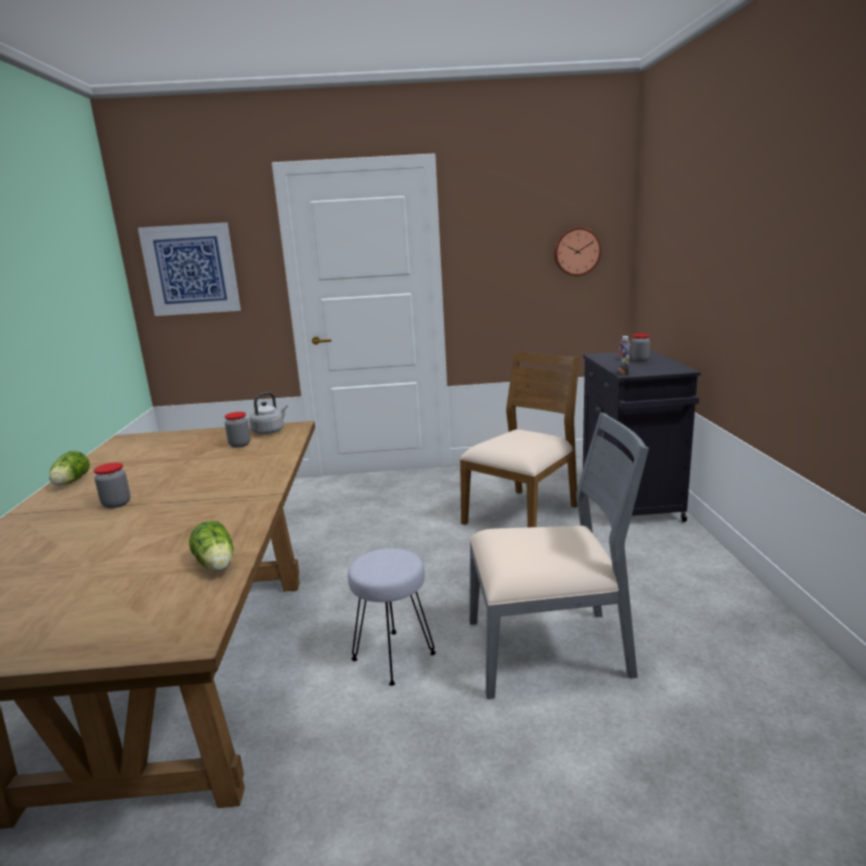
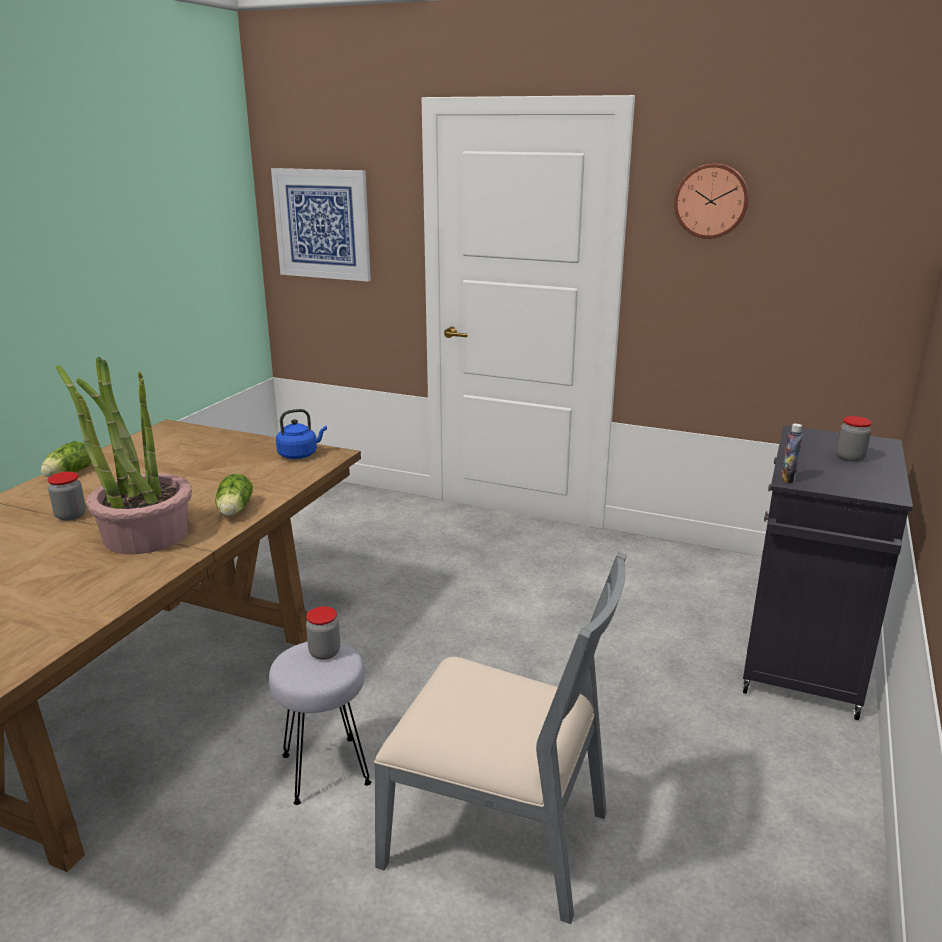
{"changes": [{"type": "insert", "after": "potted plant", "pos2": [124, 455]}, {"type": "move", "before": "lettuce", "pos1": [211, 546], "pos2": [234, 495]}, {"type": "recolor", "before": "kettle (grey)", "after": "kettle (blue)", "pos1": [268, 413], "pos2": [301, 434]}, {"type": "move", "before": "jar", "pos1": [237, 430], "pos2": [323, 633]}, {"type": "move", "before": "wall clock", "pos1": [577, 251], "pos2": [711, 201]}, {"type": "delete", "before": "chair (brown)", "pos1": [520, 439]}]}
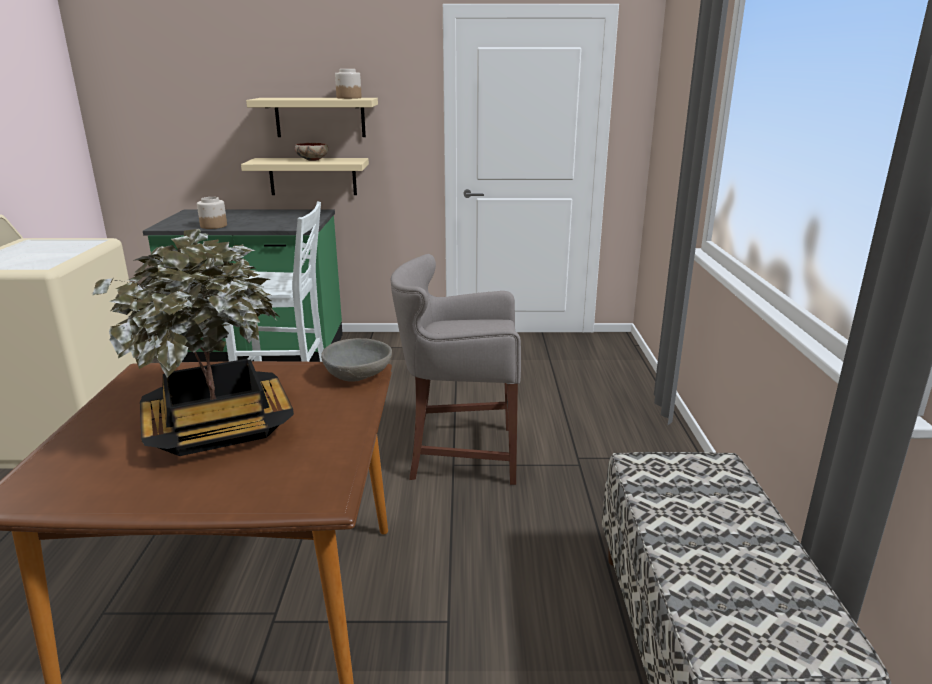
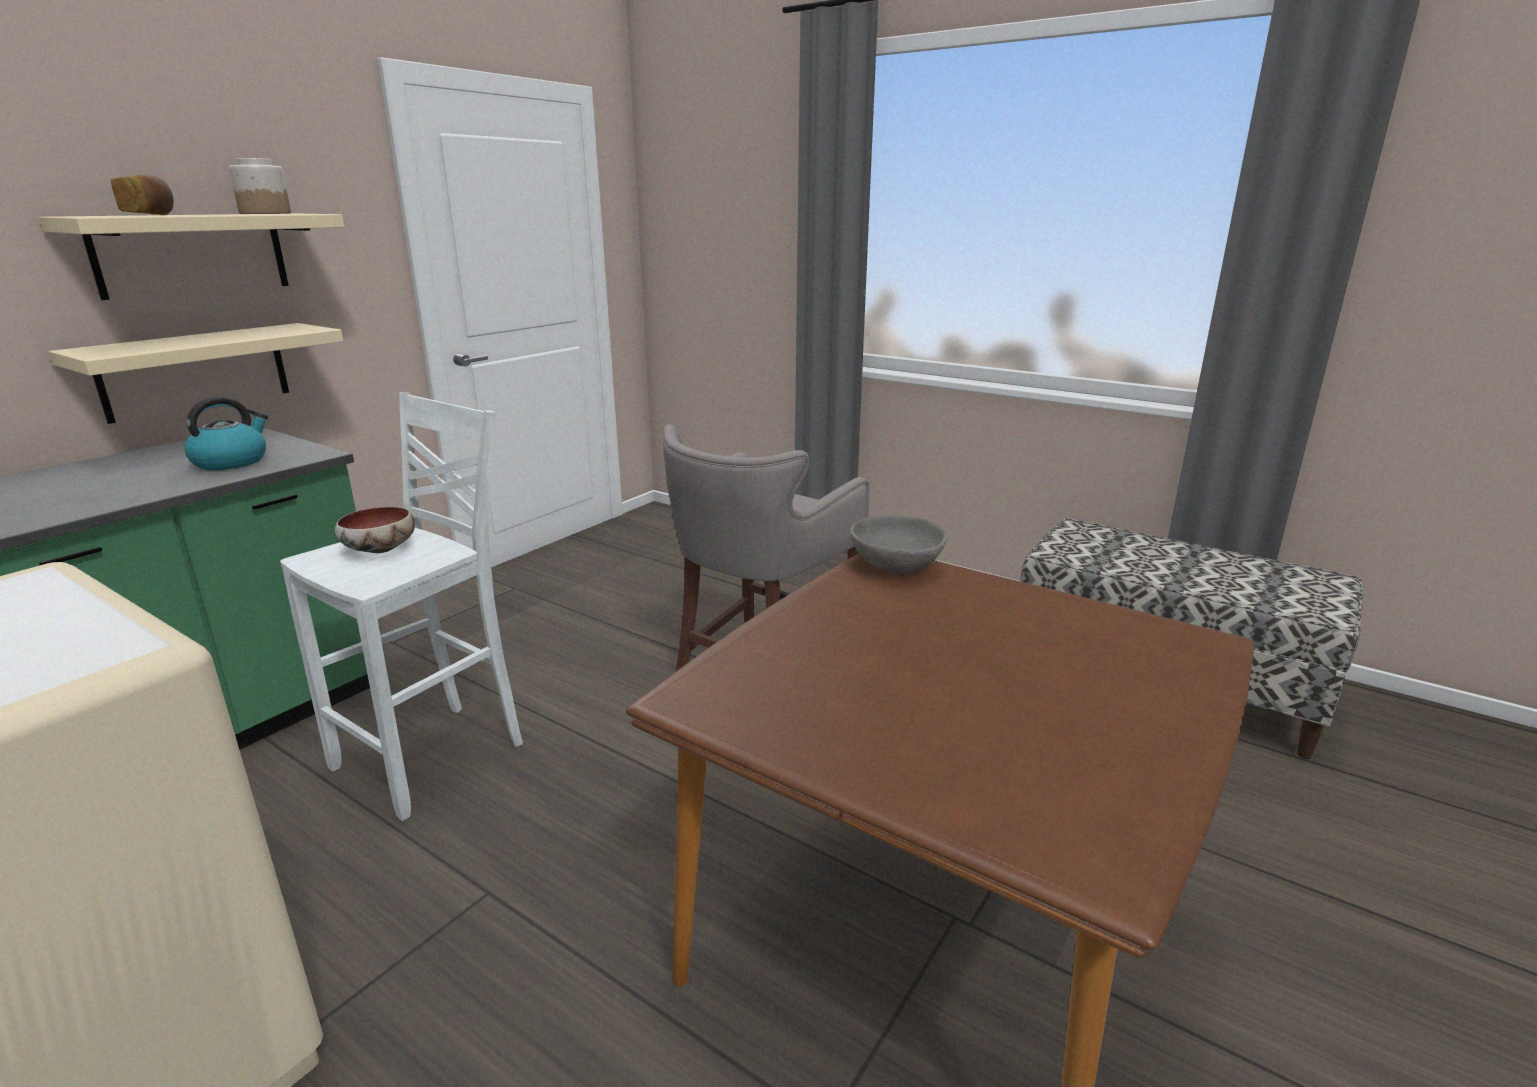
{"changes": [{"type": "insert", "after": "bread", "pos2": [142, 195]}, {"type": "insert", "after": "kettle", "pos2": [226, 433]}, {"type": "move", "before": "bowl", "pos1": [311, 152], "pos2": [375, 530]}, {"type": "delete", "before": "potted plant", "pos1": [193, 342]}, {"type": "delete", "before": "jar", "pos1": [212, 213]}]}
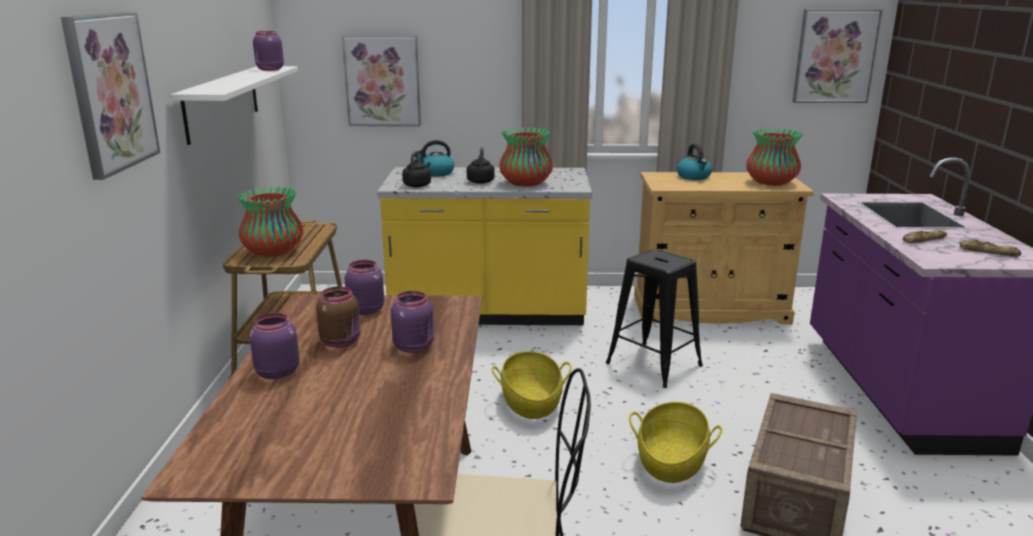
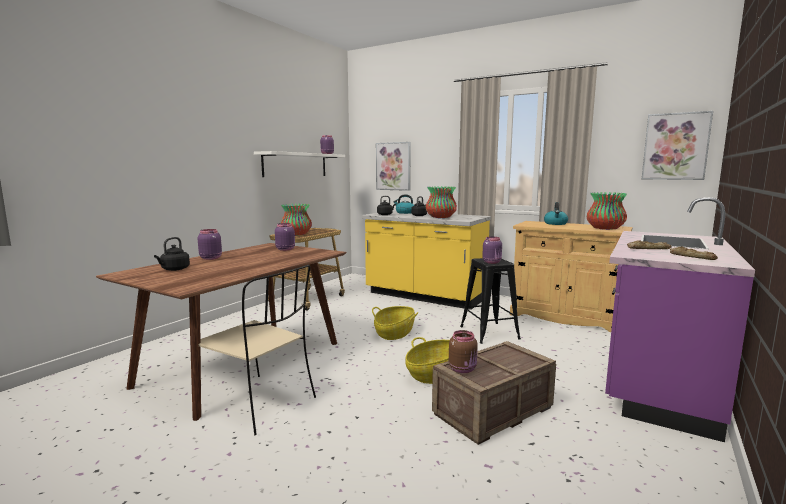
{"changes": [{"type": "insert", "after": "kettle (black)", "pos2": [172, 254]}, {"type": "move", "before": "jar (brown)", "pos1": [338, 317], "pos2": [463, 351]}, {"type": "move", "before": "jar (purple)", "pos1": [412, 322], "pos2": [492, 250]}, {"type": "delete", "before": "picture", "pos1": [110, 96]}]}
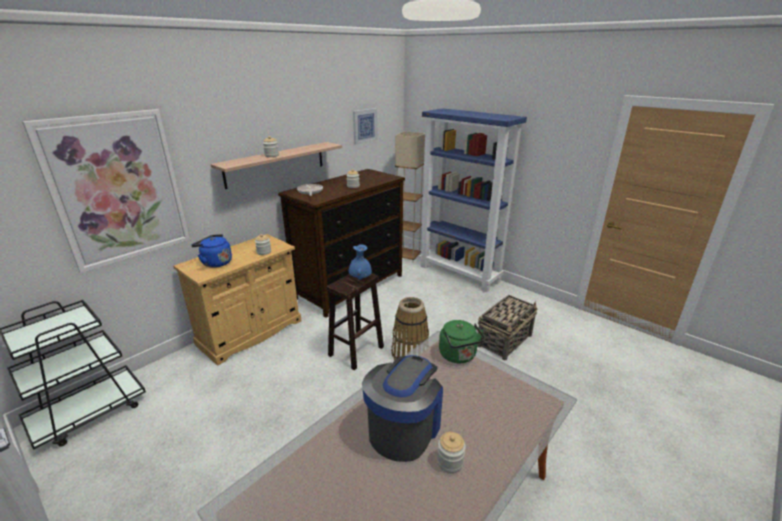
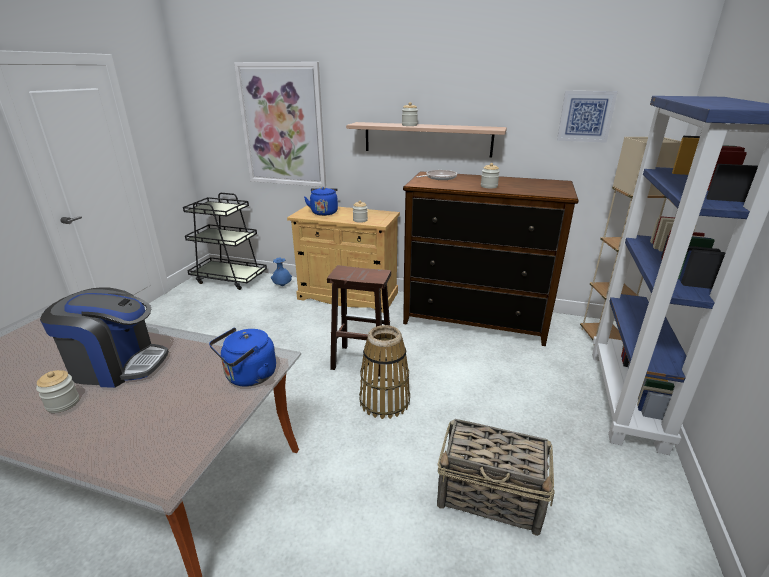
{"changes": [{"type": "recolor", "before": "kettle (green)", "after": "kettle (blue)", "pos1": [462, 341], "pos2": [242, 357]}, {"type": "move", "before": "vase (blue)", "pos1": [360, 262], "pos2": [281, 271]}]}
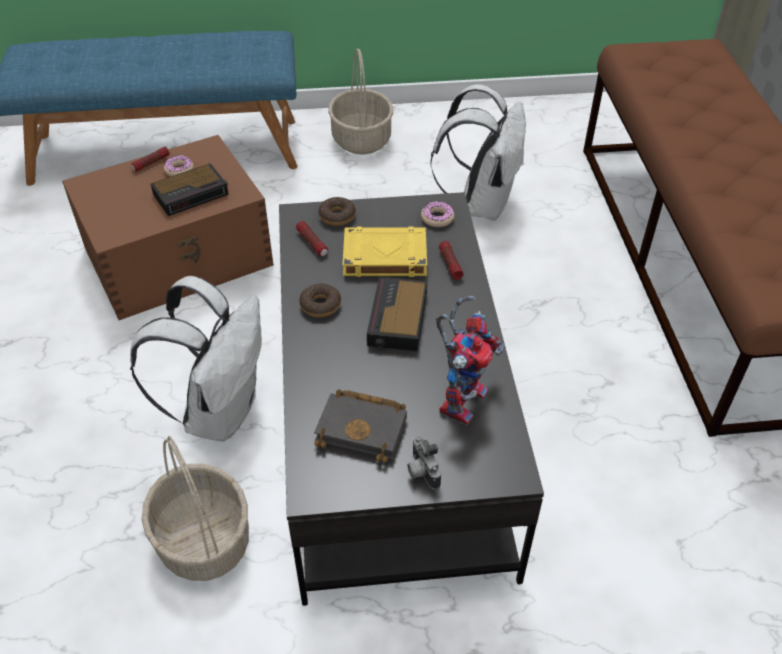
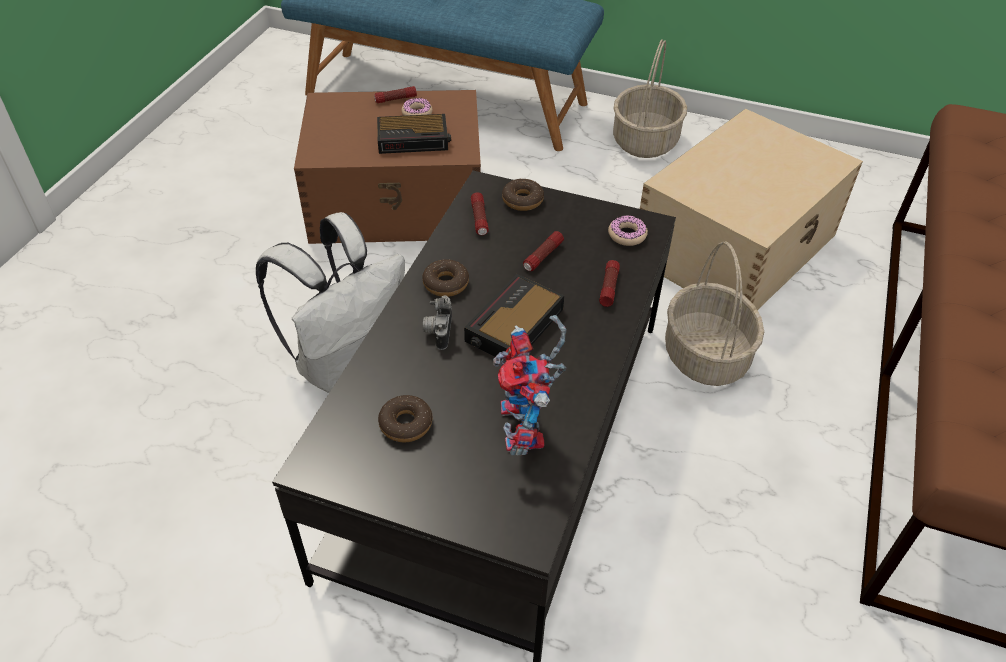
{"changes": [{"type": "replace", "before": "book (black)", "after": "donut", "pos1": [360, 426], "pos2": [405, 418]}, {"type": "move", "before": "photo camera", "pos1": [424, 462], "pos2": [437, 322]}, {"type": "rotate", "before": "toy robot", "pos1": [470, 360], "pos2": [530, 385], "turn": 120}, {"type": "replace", "before": "book (yellow)", "after": "flashlight", "pos1": [385, 252], "pos2": [543, 251]}, {"type": "replace", "before": "backpack (white)", "after": "storage box (beige)", "pos1": [478, 152], "pos2": [751, 209]}, {"type": "move", "before": "basket", "pos1": [195, 508], "pos2": [714, 313]}]}
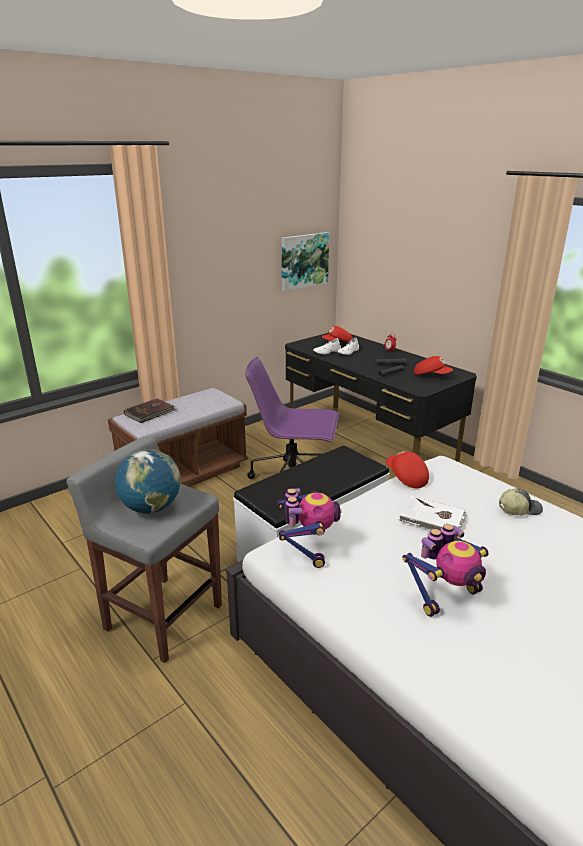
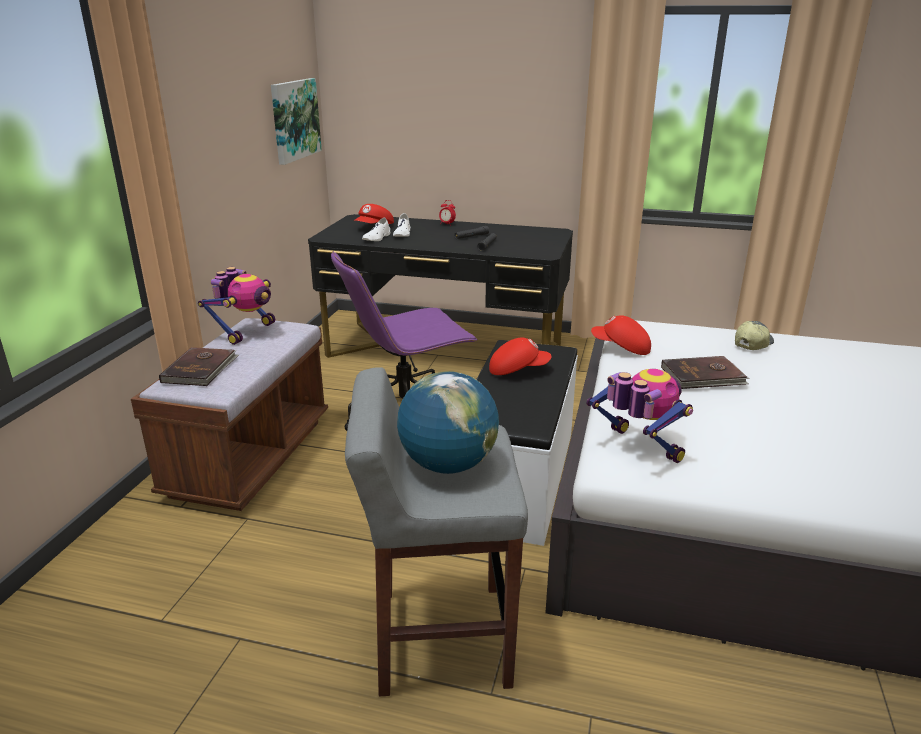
{"changes": [{"type": "move", "before": "toy robot", "pos1": [445, 570], "pos2": [236, 306]}, {"type": "move", "before": "cap (red)", "pos1": [433, 365], "pos2": [520, 356]}, {"type": "recolor", "before": "book (white)", "after": "book (brown)", "pos1": [432, 512], "pos2": [705, 372]}]}
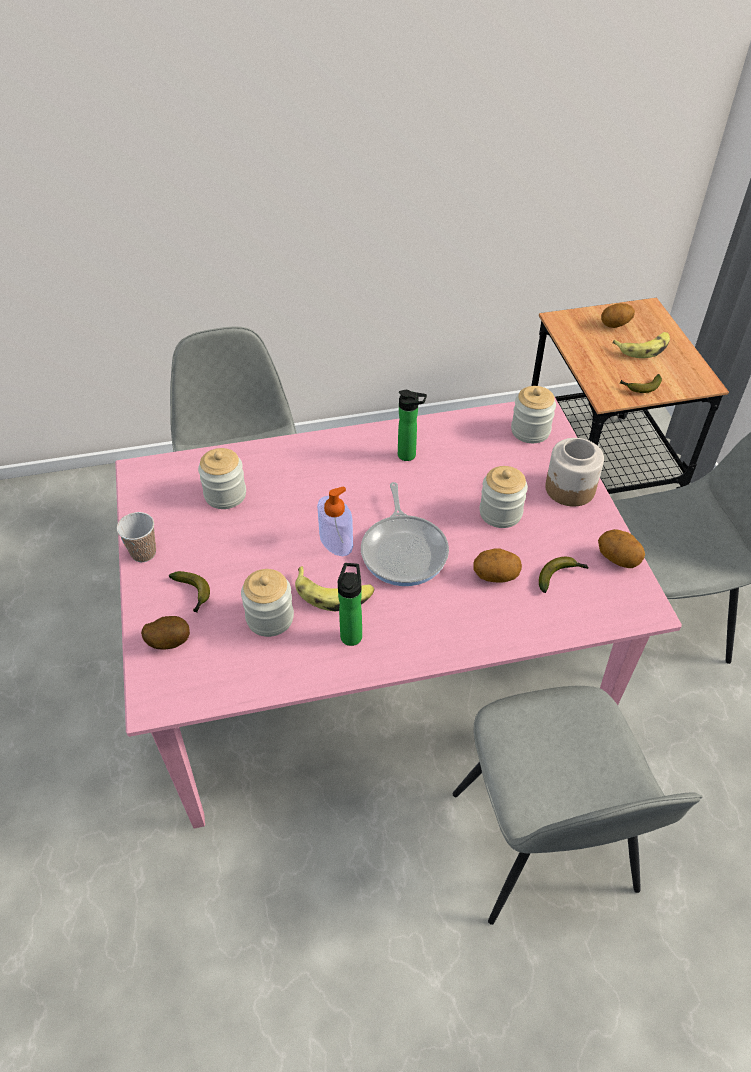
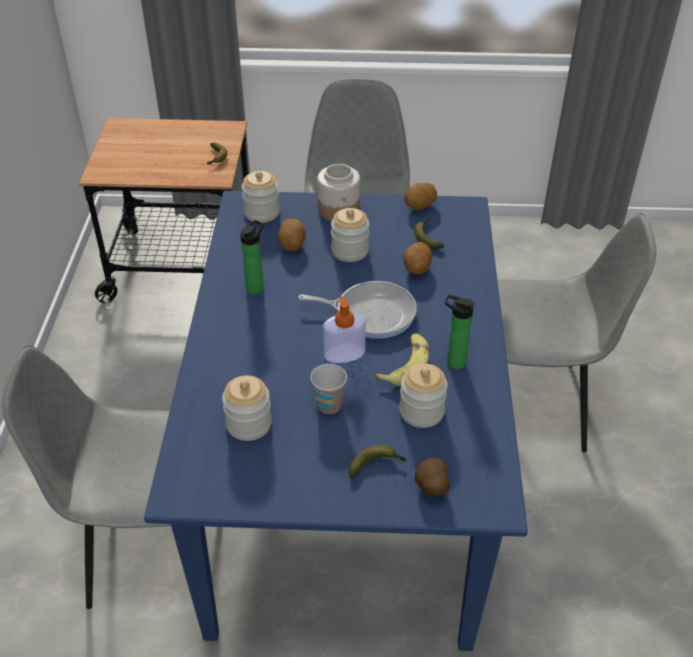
{"changes": [{"type": "recolor", "before": "dining table (pink)", "after": "dining table (blue)", "pos1": [398, 612], "pos2": [336, 421]}, {"type": "move", "before": "potato", "pos1": [618, 315], "pos2": [292, 235]}, {"type": "move", "before": "cup", "pos1": [136, 537], "pos2": [328, 389]}, {"type": "delete", "before": "banana", "pos1": [641, 345]}]}
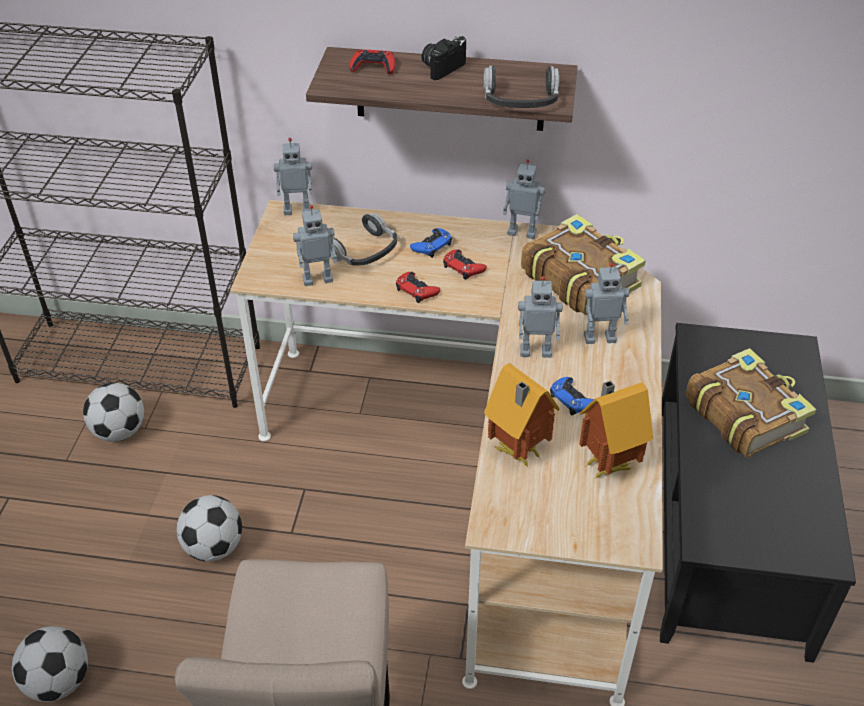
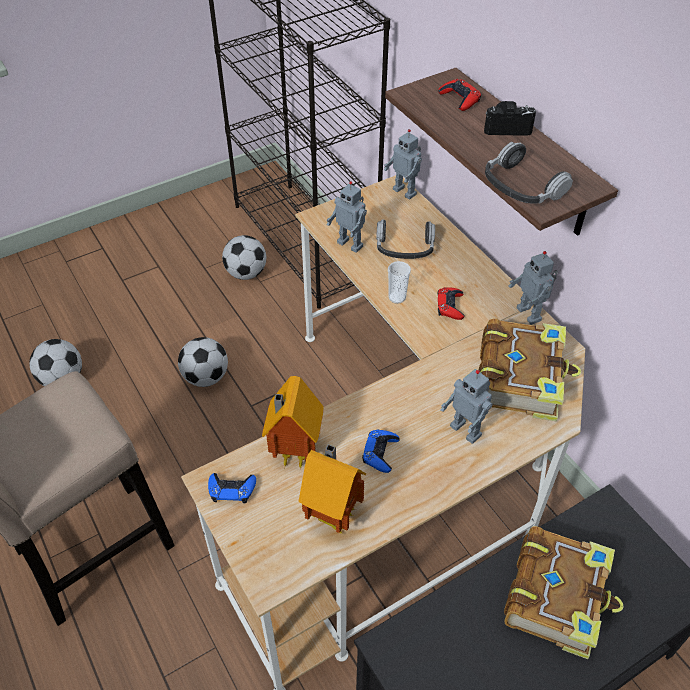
{"changes": [{"type": "move", "before": "game controller (blue)", "pos1": [431, 243], "pos2": [232, 488]}, {"type": "replace", "before": "game controller (red)", "after": "cup", "pos1": [418, 287], "pos2": [399, 282]}, {"type": "delete", "before": "toy robot", "pos1": [540, 317]}]}
